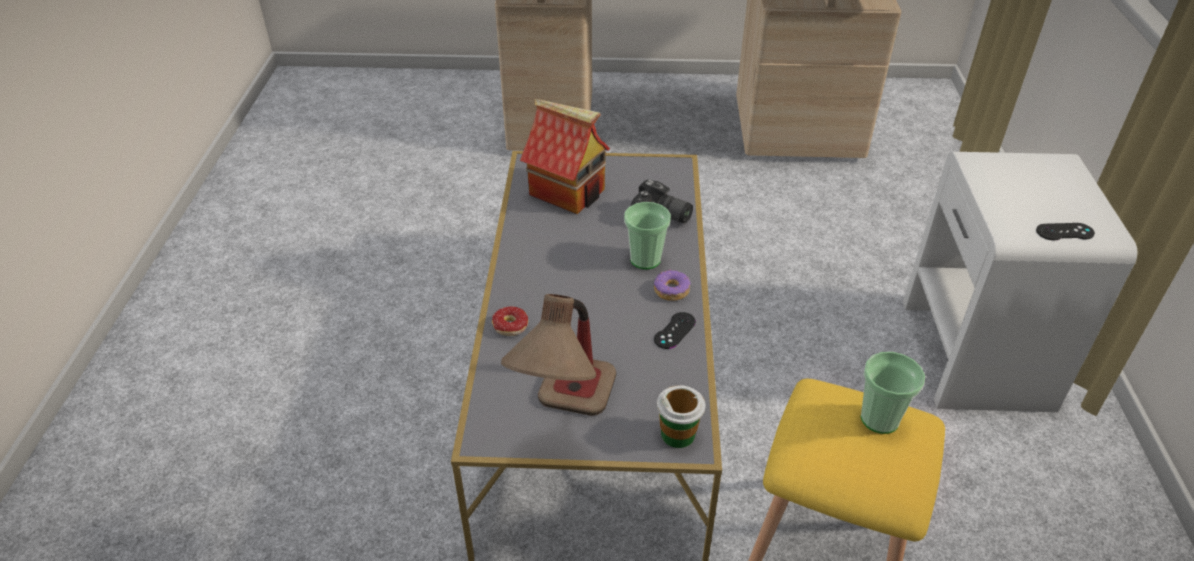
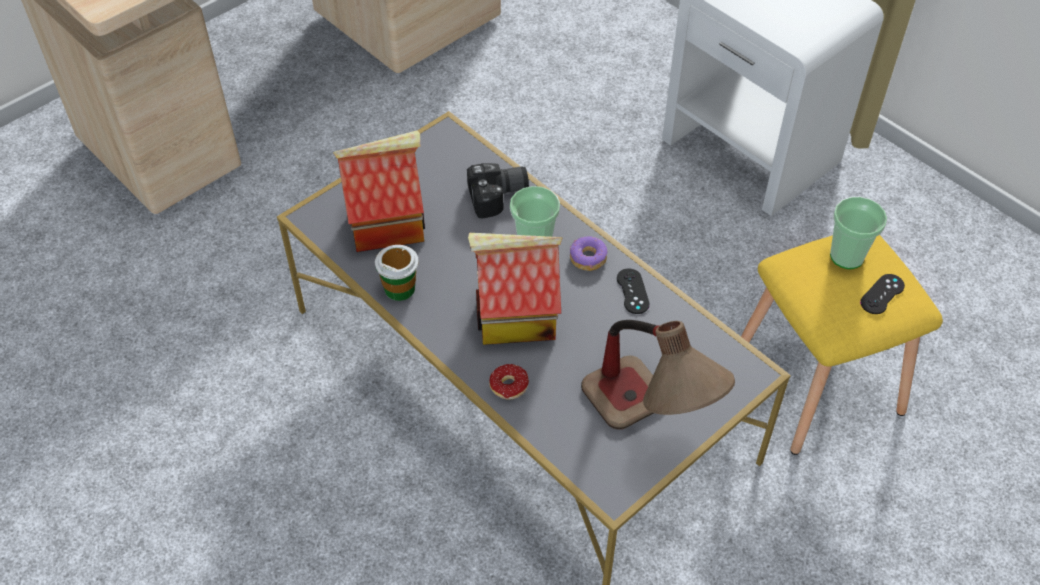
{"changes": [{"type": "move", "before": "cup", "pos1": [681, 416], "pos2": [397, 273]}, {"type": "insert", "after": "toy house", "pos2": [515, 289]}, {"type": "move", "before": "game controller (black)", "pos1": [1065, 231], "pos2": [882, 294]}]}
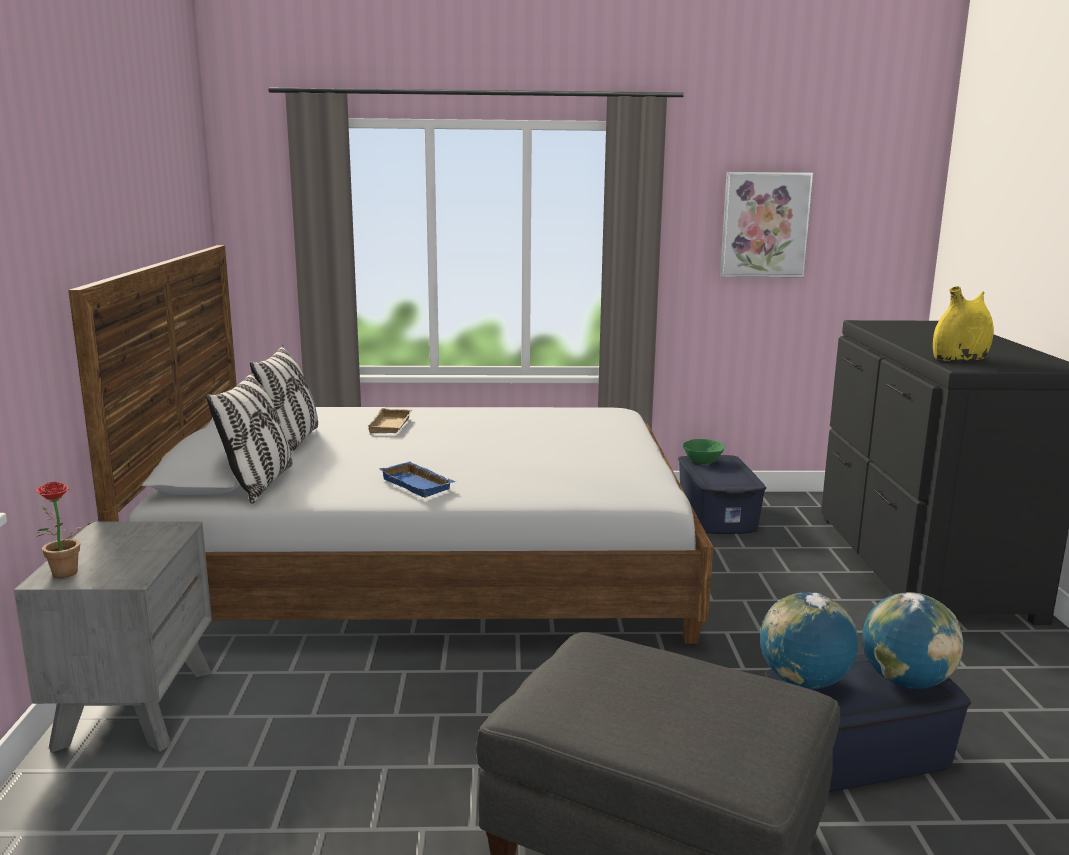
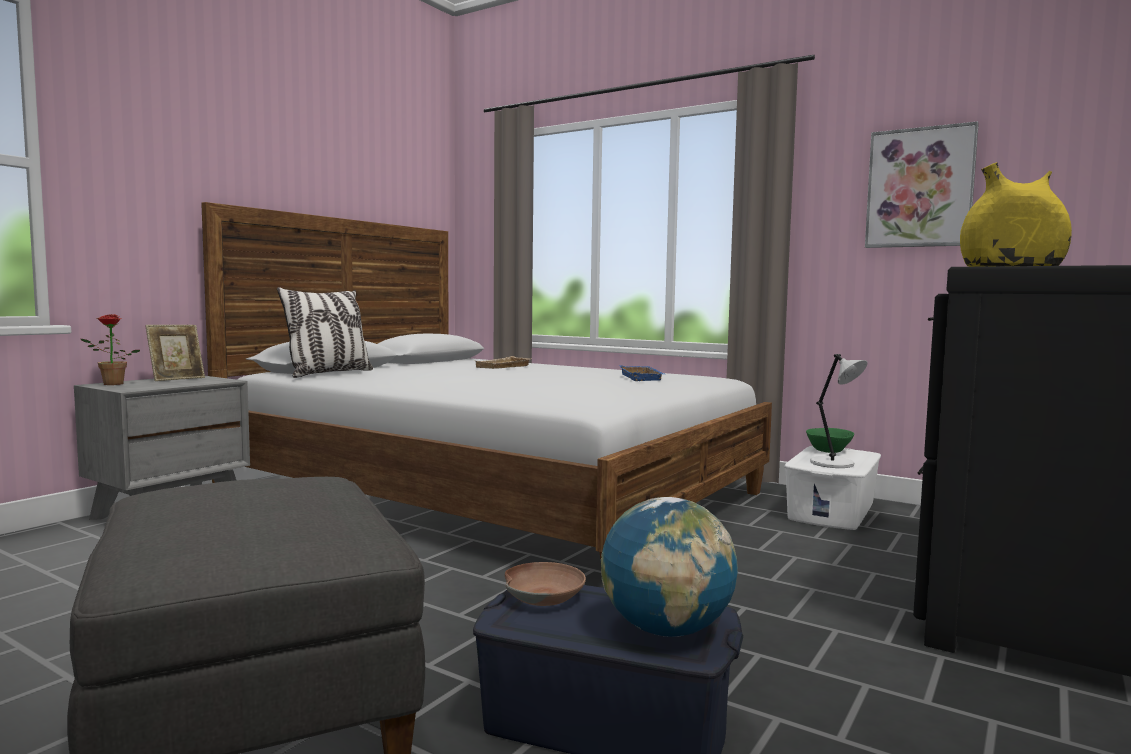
{"changes": [{"type": "insert", "after": "picture frame", "pos2": [175, 353]}, {"type": "replace", "before": "globe", "after": "bowl (brown)", "pos1": [809, 640], "pos2": [545, 584]}, {"type": "move", "before": "tray (blue)", "pos1": [417, 480], "pos2": [641, 373]}, {"type": "recolor", "before": "storage box (blue)", "after": "storage box (white)", "pos1": [722, 494], "pos2": [832, 488]}, {"type": "insert", "after": "table lamp (grey)", "pos2": [838, 411]}, {"type": "delete", "before": "pillow", "pos1": [284, 400]}]}
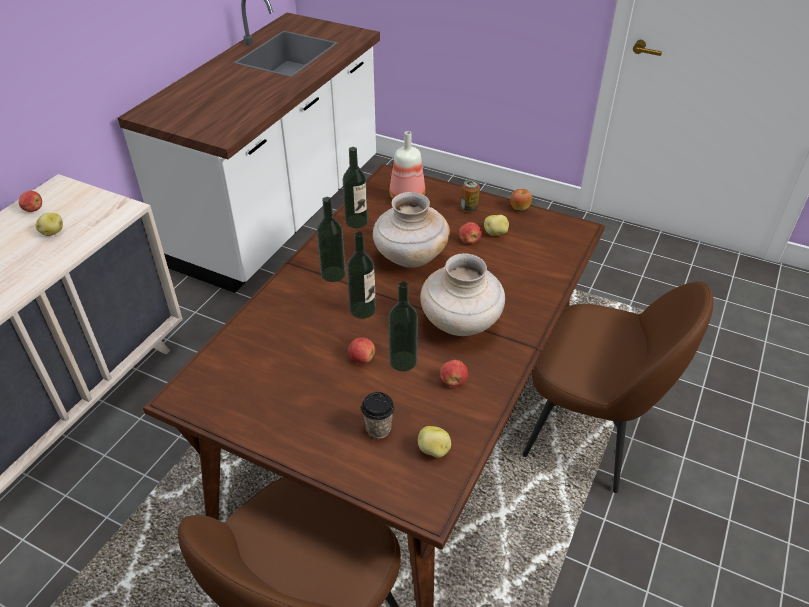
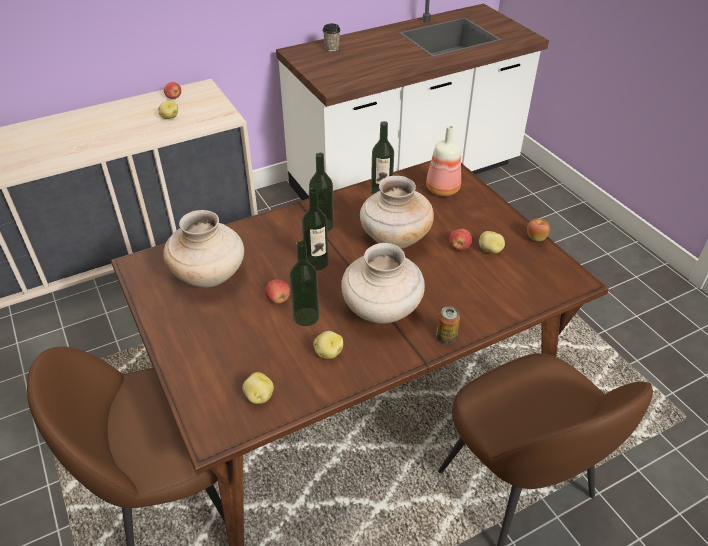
{"changes": [{"type": "insert", "after": "vase (beige)", "pos2": [203, 249]}, {"type": "replace", "before": "apple", "after": "potato", "pos1": [454, 373], "pos2": [328, 345]}, {"type": "move", "before": "cup", "pos1": [377, 415], "pos2": [332, 37]}, {"type": "move", "before": "can", "pos1": [470, 195], "pos2": [448, 325]}]}
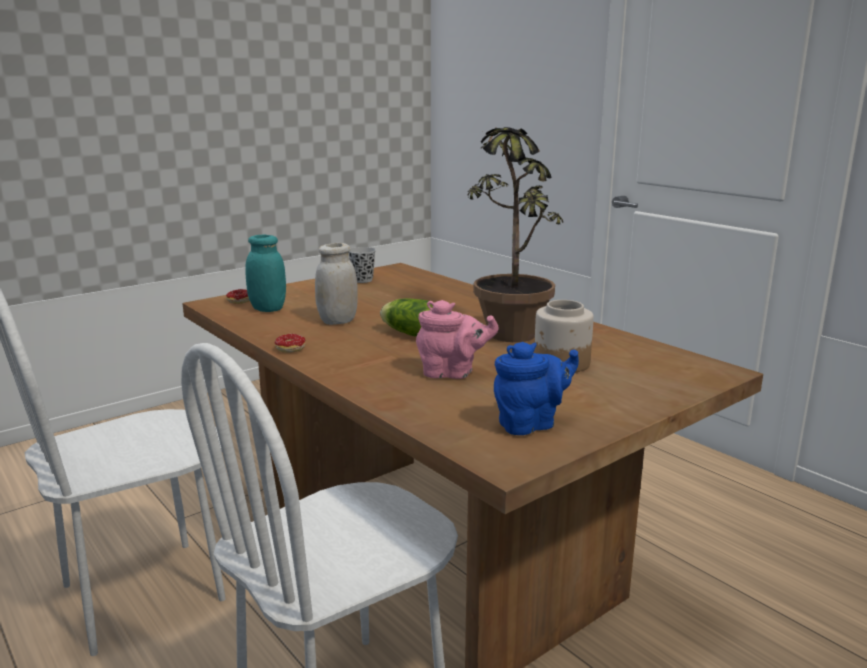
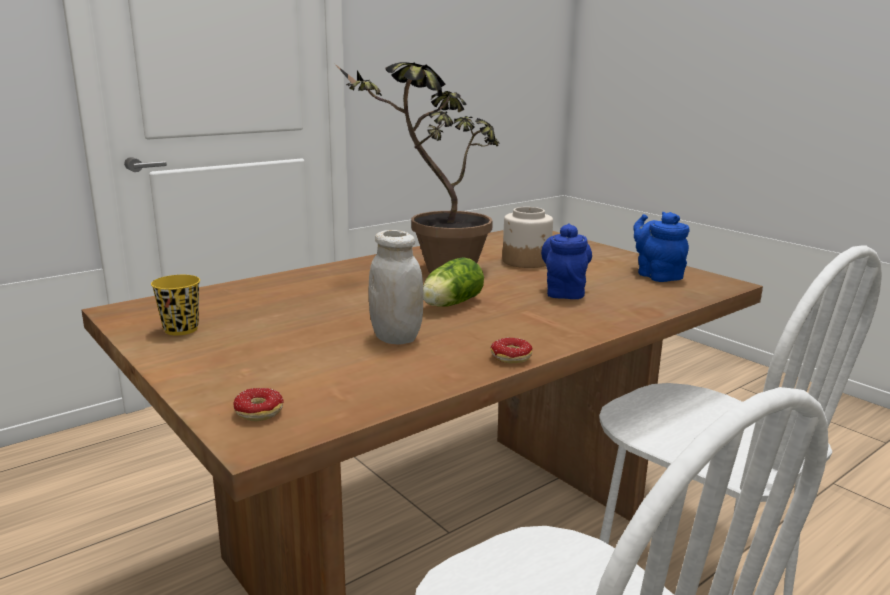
{"changes": [{"type": "recolor", "before": "cup (black)", "after": "cup (yellow)", "pos1": [362, 265], "pos2": [175, 305]}, {"type": "recolor", "before": "teapot (pink)", "after": "teapot (blue)", "pos1": [457, 339], "pos2": [566, 261]}, {"type": "delete", "before": "jar (turquoise)", "pos1": [265, 273]}]}
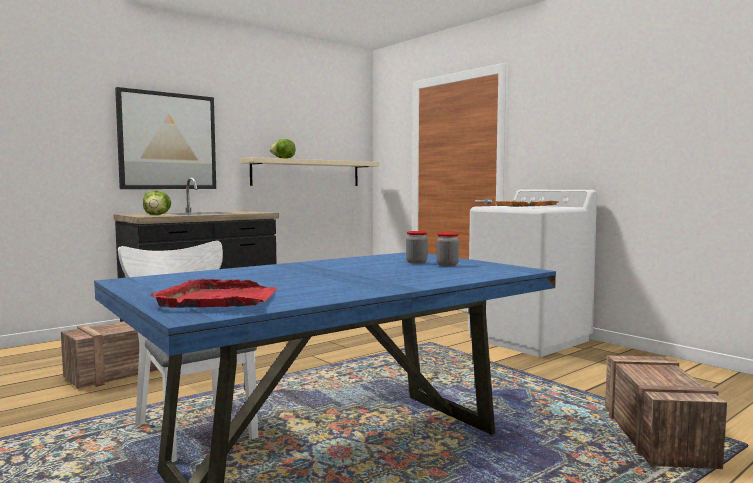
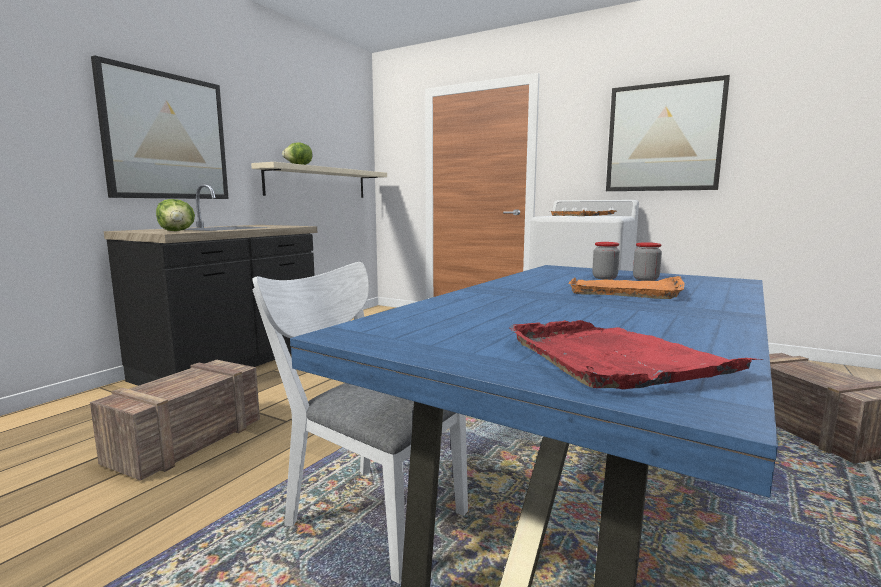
{"changes": [{"type": "insert", "after": "tray (orange)", "pos2": [626, 287]}, {"type": "insert", "after": "picture", "pos2": [668, 133]}]}
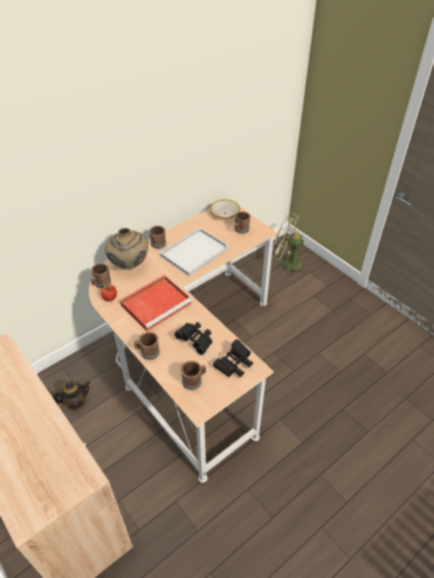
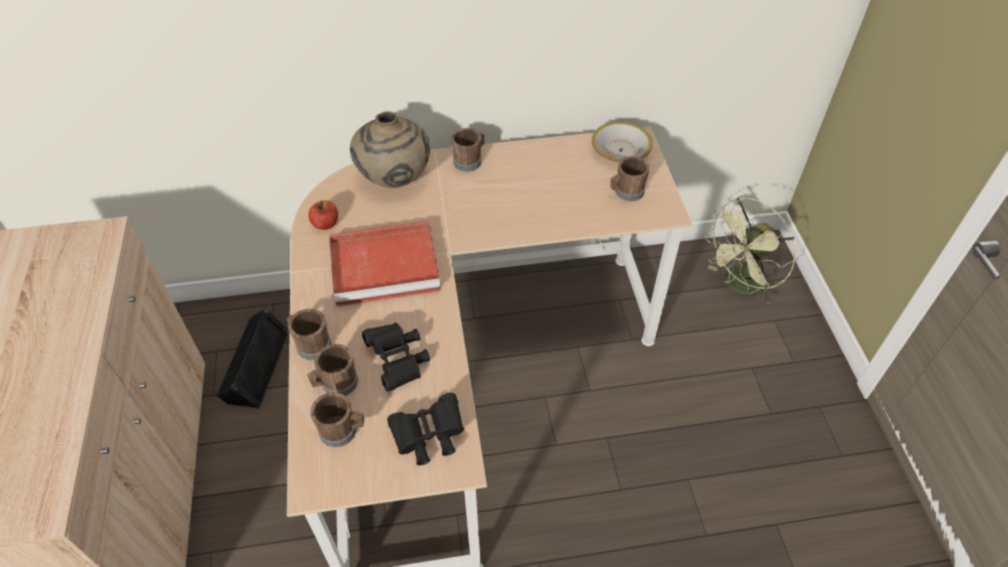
{"changes": [{"type": "replace", "before": "teapot", "after": "speaker (black)", "pos1": [71, 395], "pos2": [252, 358]}, {"type": "move", "before": "mug (brown)", "pos1": [101, 275], "pos2": [332, 370]}, {"type": "rotate", "before": "fan (green)", "pos1": [289, 244], "pos2": [749, 250], "turn": -90}, {"type": "delete", "before": "tray (white)", "pos1": [194, 251]}]}
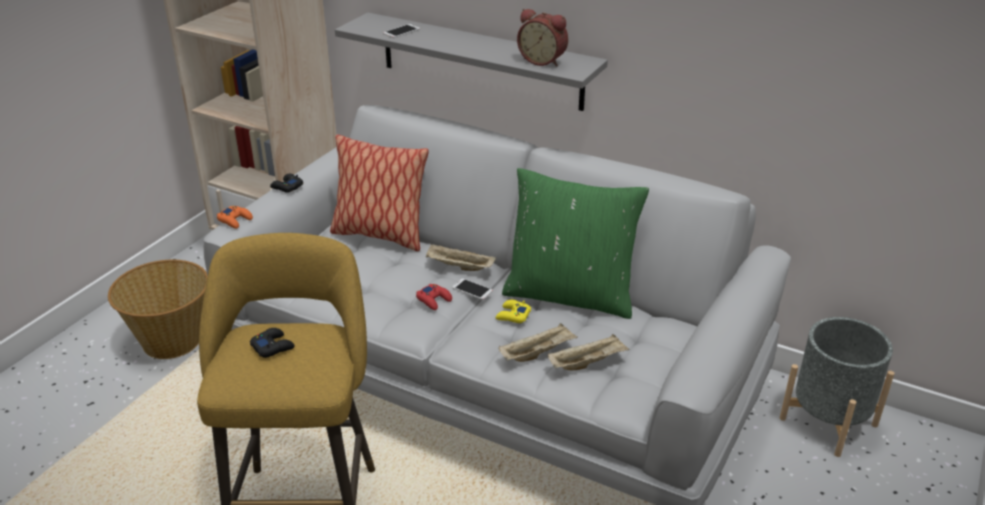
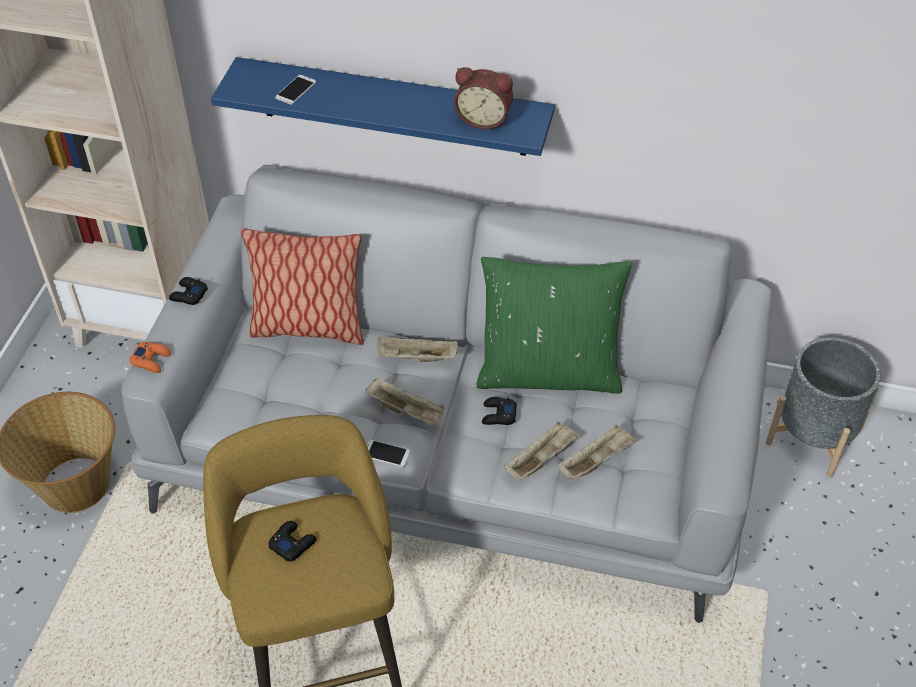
{"changes": [{"type": "recolor", "before": "shelf (grey)", "after": "shelf (blue)", "pos1": [471, 61], "pos2": [383, 106]}, {"type": "replace", "before": "game controller (red)", "after": "tray (beige)", "pos1": [434, 297], "pos2": [404, 402]}, {"type": "move", "before": "phone", "pos1": [472, 289], "pos2": [389, 453]}, {"type": "recolor", "before": "game controller (yellow)", "after": "game controller (black)", "pos1": [513, 311], "pos2": [499, 411]}]}
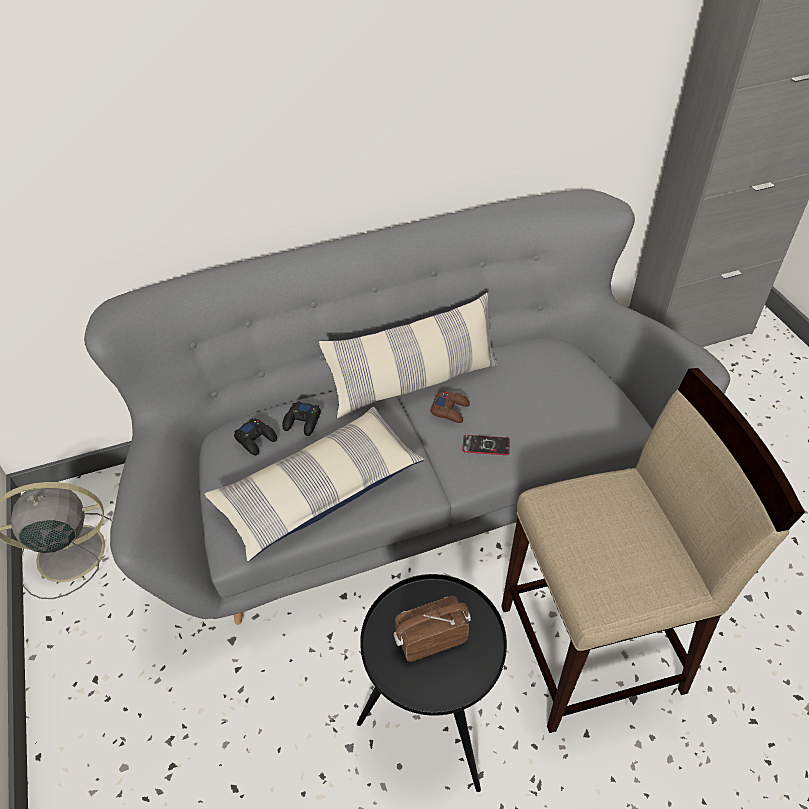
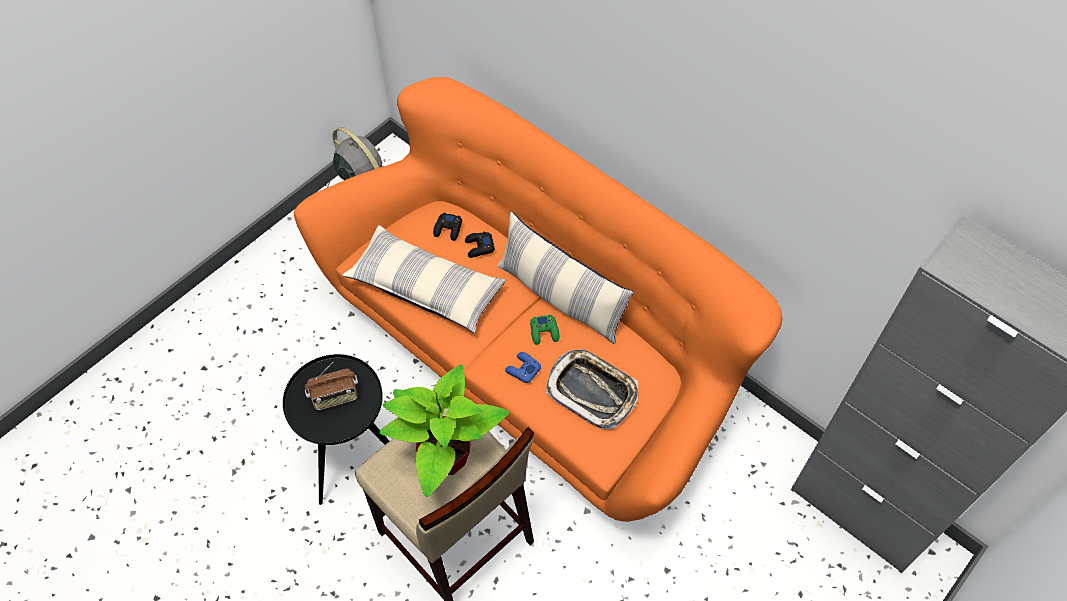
{"changes": [{"type": "recolor", "before": "sofa (grey)", "after": "sofa (orange)", "pos1": [407, 407], "pos2": [538, 299]}, {"type": "rotate", "before": "radio", "pos1": [432, 628], "pos2": [331, 386], "turn": 120}, {"type": "insert", "after": "potted plant", "pos2": [444, 431]}, {"type": "replace", "before": "phone", "after": "game controller (blue)", "pos1": [486, 445], "pos2": [523, 367]}, {"type": "recolor", "before": "game controller (brown)", "after": "game controller (green)", "pos1": [450, 407], "pos2": [545, 330]}, {"type": "insert", "after": "tray", "pos2": [592, 389]}]}
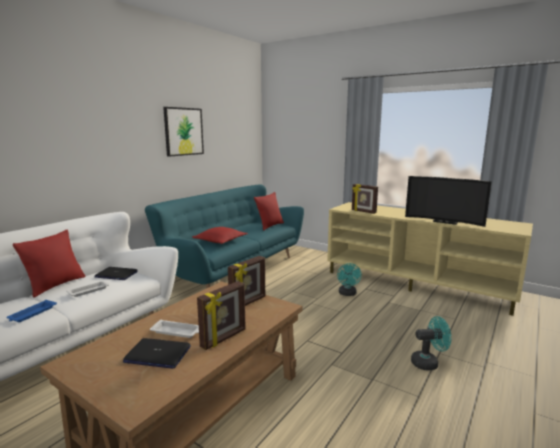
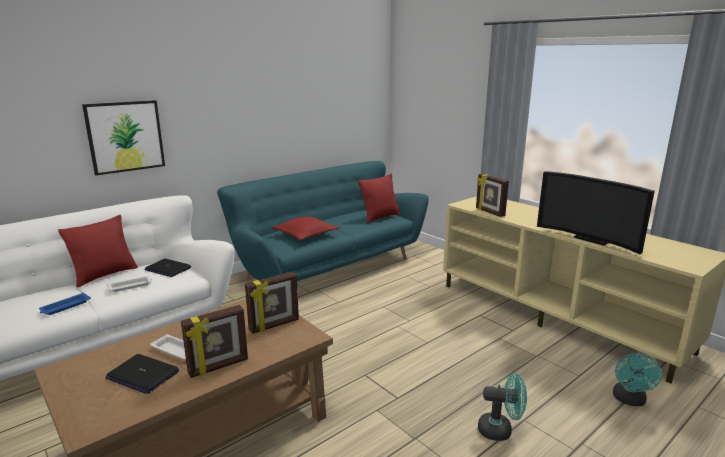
{"changes": [{"type": "move", "before": "picture", "pos1": [183, 132], "pos2": [123, 137]}, {"type": "move", "before": "fan (turquoise)", "pos1": [349, 279], "pos2": [637, 379]}]}
